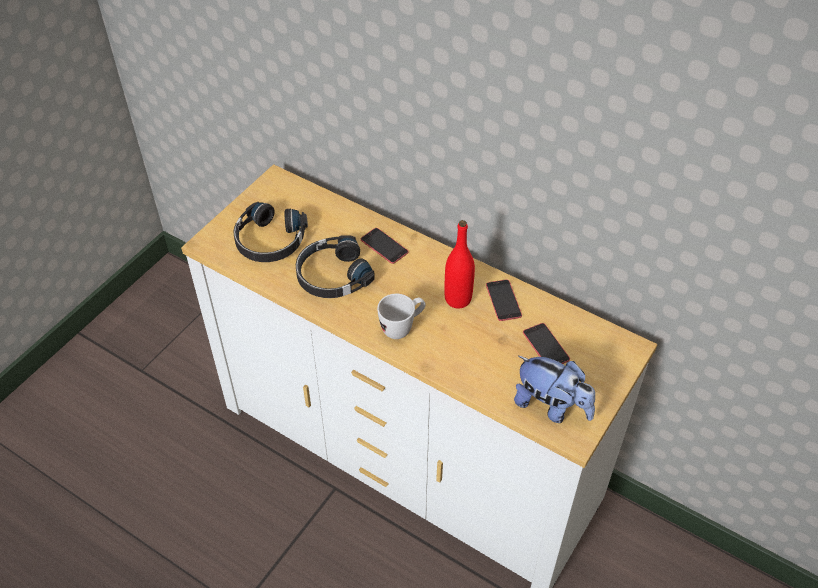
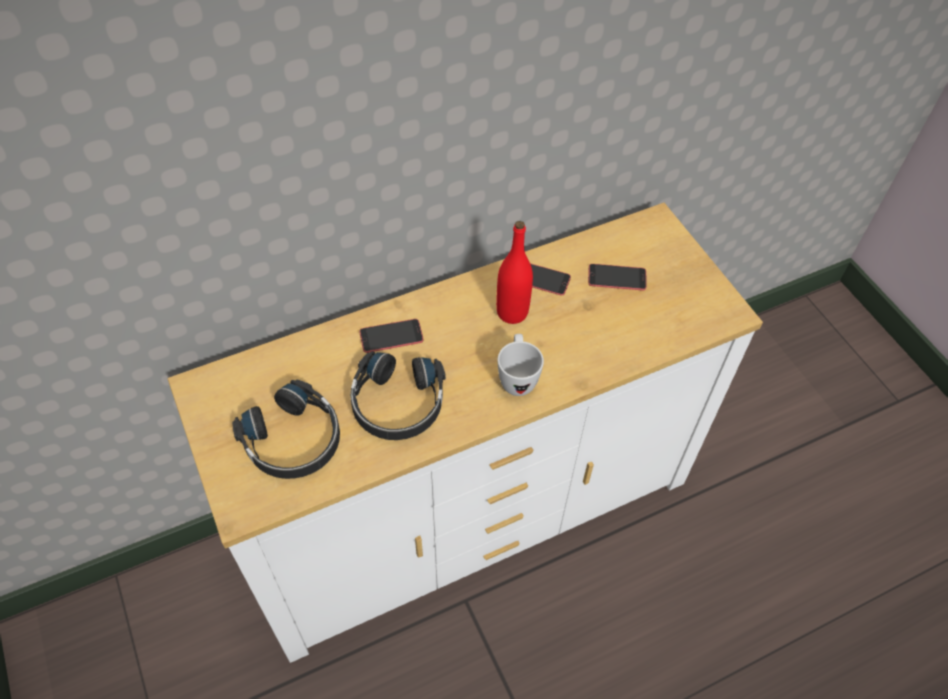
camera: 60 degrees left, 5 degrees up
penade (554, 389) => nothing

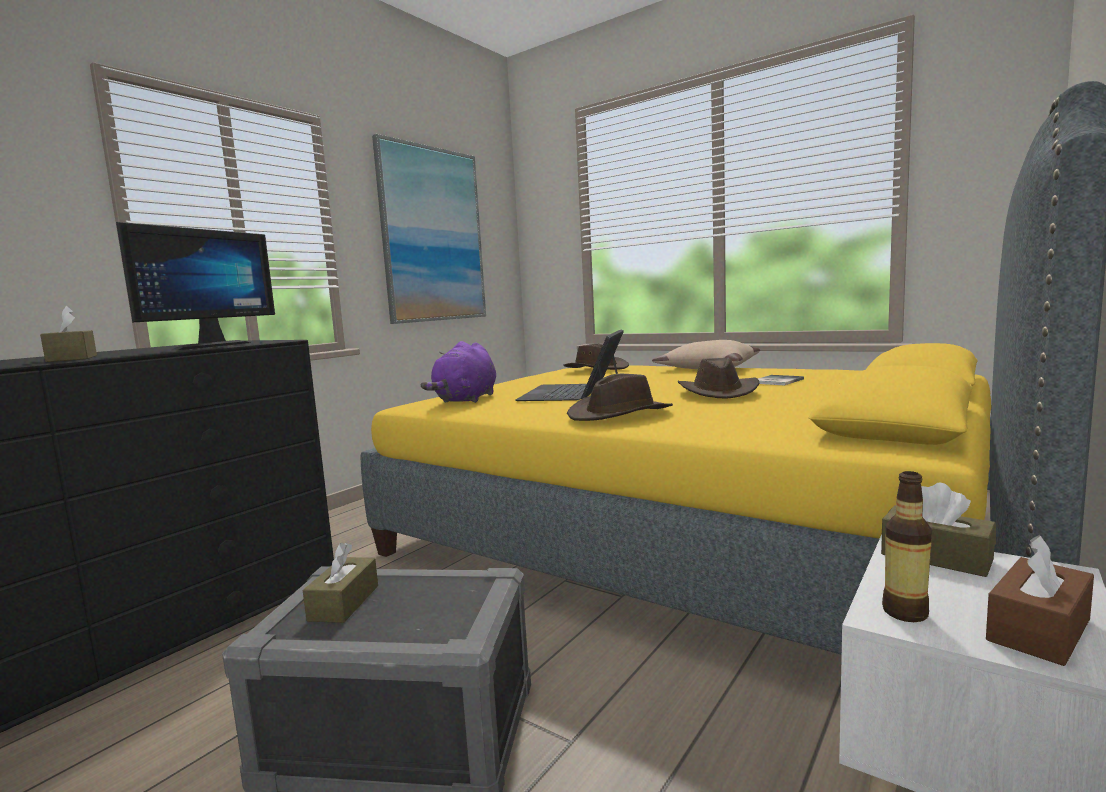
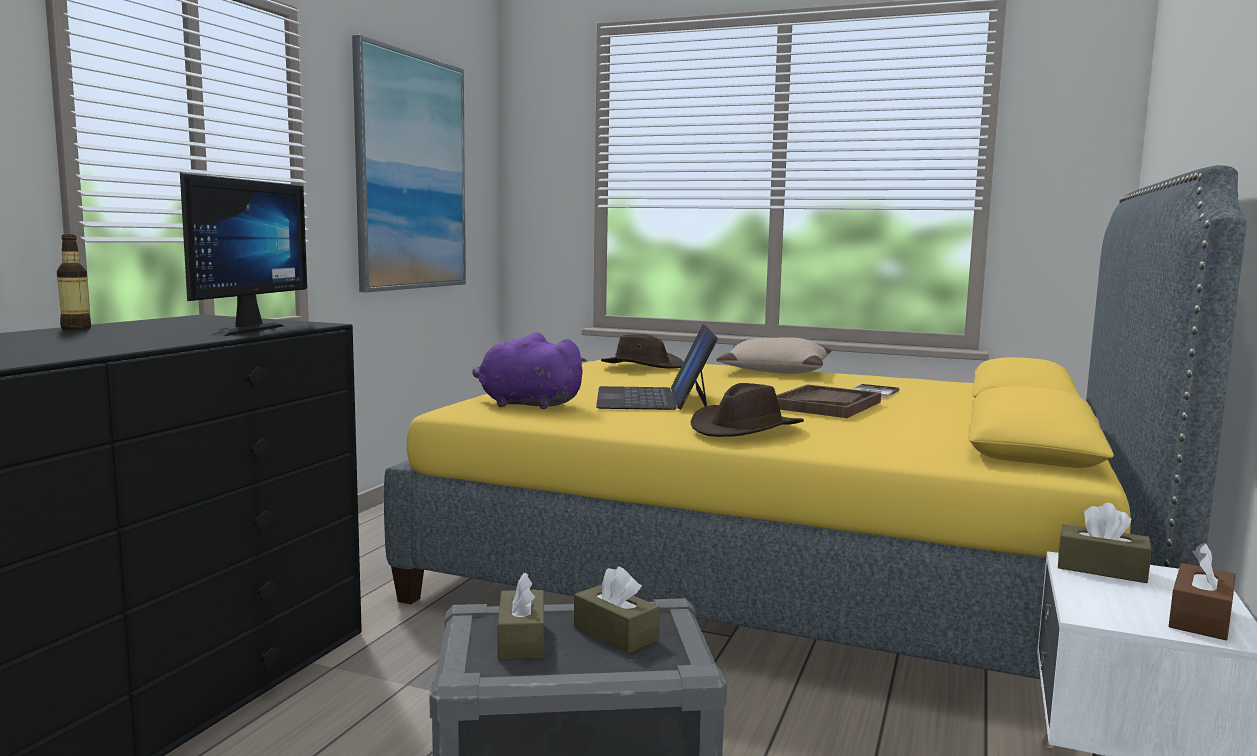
camera: 15 degrees left, 0 degrees up
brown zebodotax (68, 334) => brown zebodotax (617, 609), move
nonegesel (907, 546) => nonegesel (74, 282), move
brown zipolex (719, 378) => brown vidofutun (828, 401)
purple penade (458, 372) => purple penade (529, 370), 105 degrees clockwise

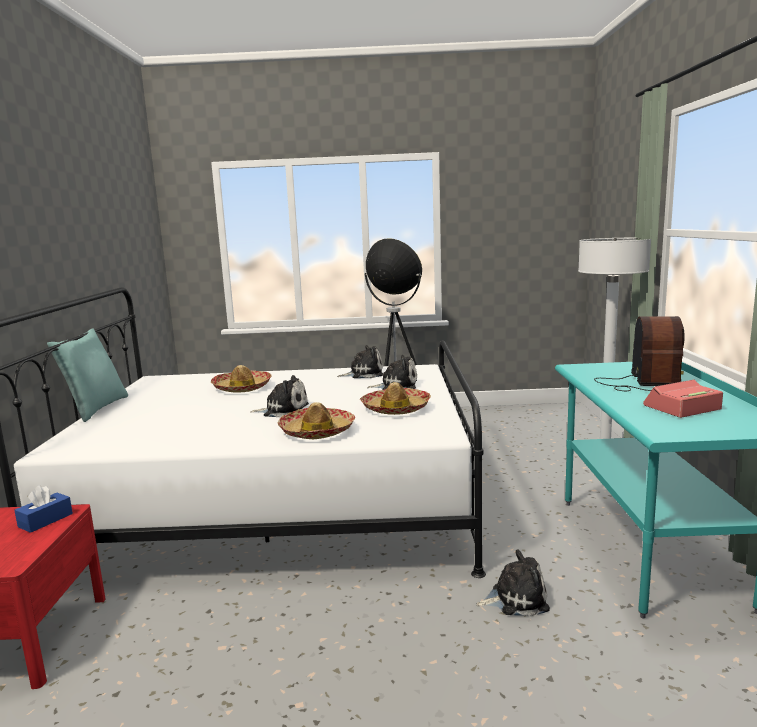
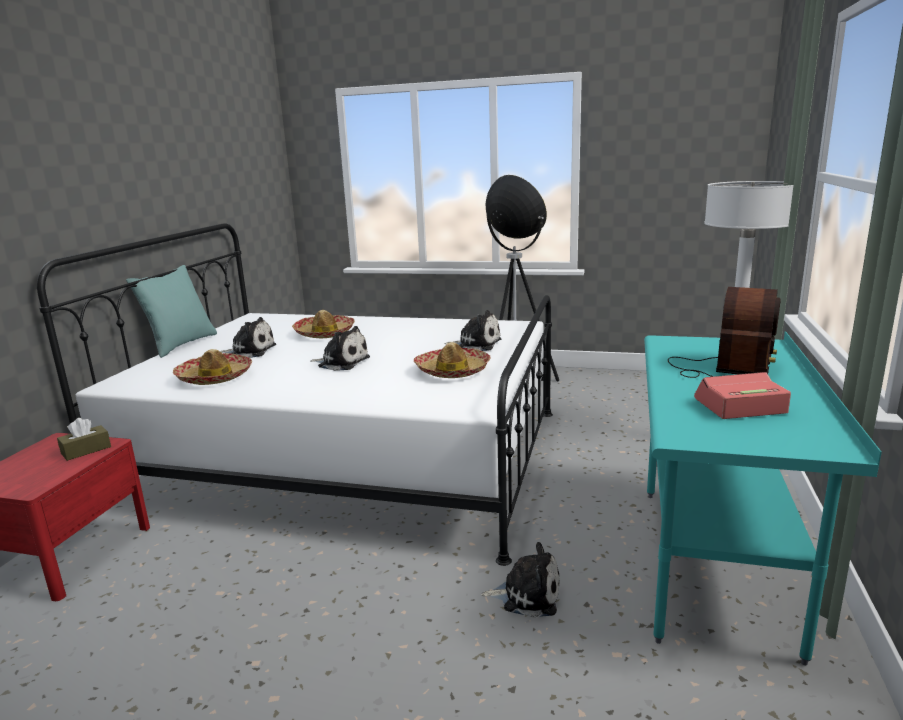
camera: 15 degrees right, 5 degrees up
zipolex (316, 420) => zipolex (212, 367), move
penade (360, 361) => penade (248, 337), move
blue zebodotax (43, 509) => brown zebodotax (84, 439)

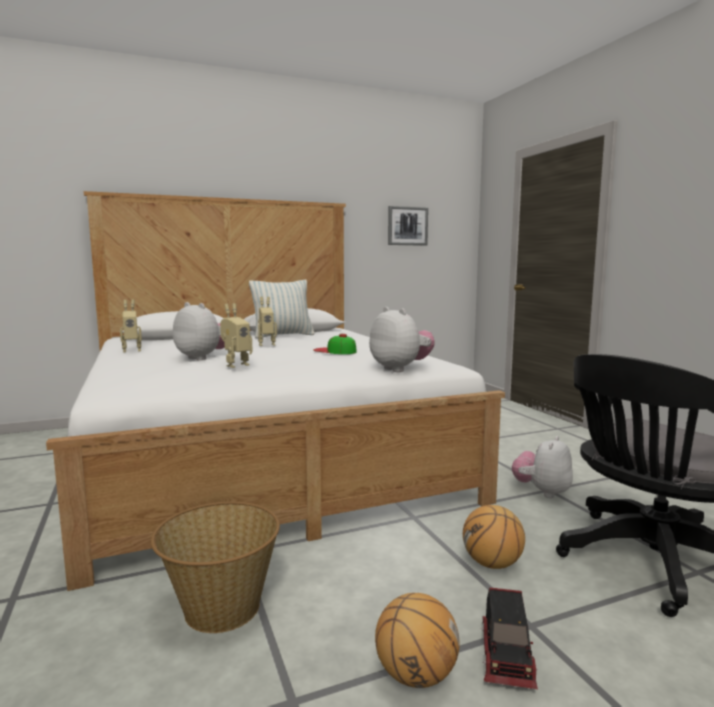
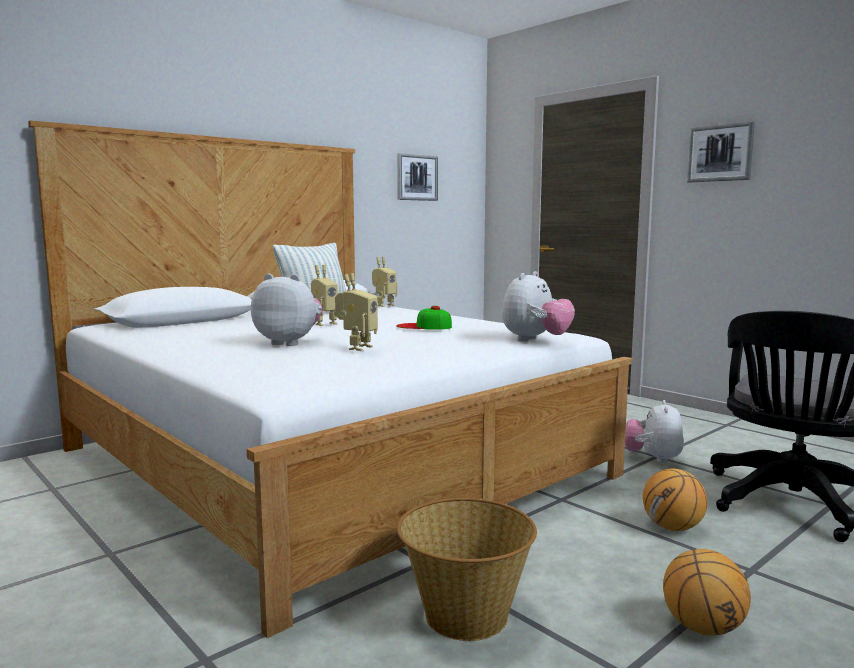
camera: 20 degrees left, 0 degrees up
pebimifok (509, 638) => nothing
nothing => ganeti (721, 151)
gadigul (131, 325) => gadigul (385, 282), move
penade (402, 339) => penade (538, 306), 90 degrees clockwise

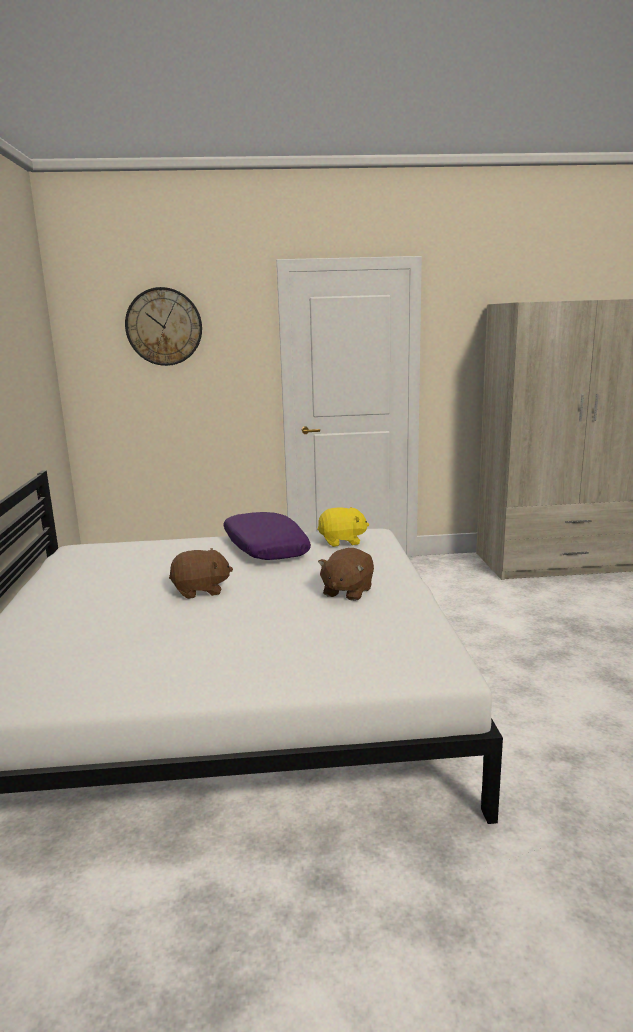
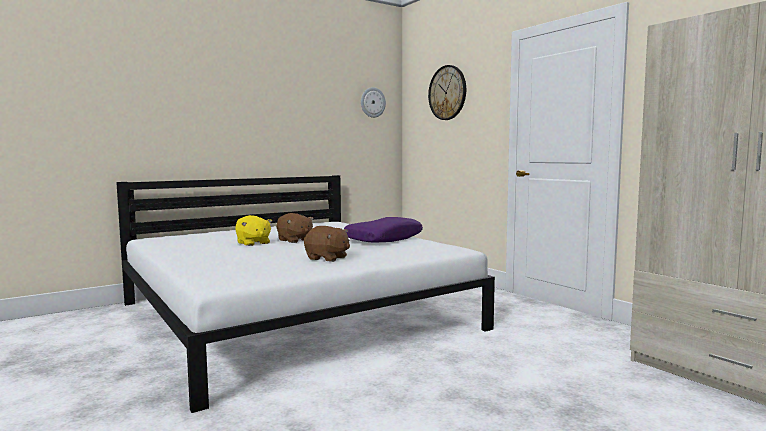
camera: 60 degrees right, 10 degrees down
nothing => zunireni (373, 102)
yellow penade (343, 527) => yellow penade (253, 230), move
brown penade (346, 574) => brown penade (327, 244), 150 degrees counterclockwise

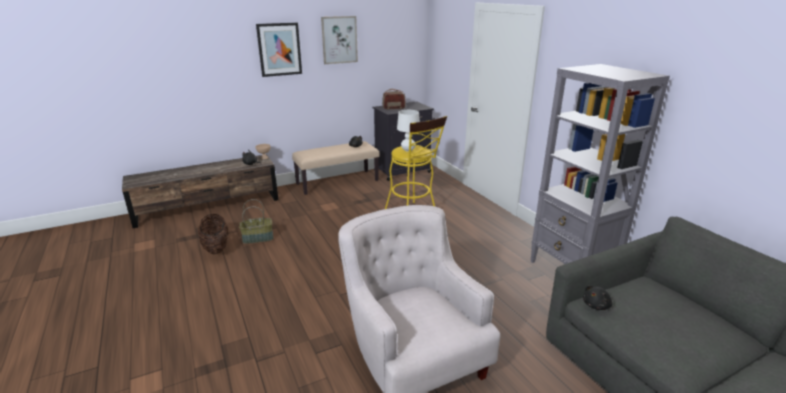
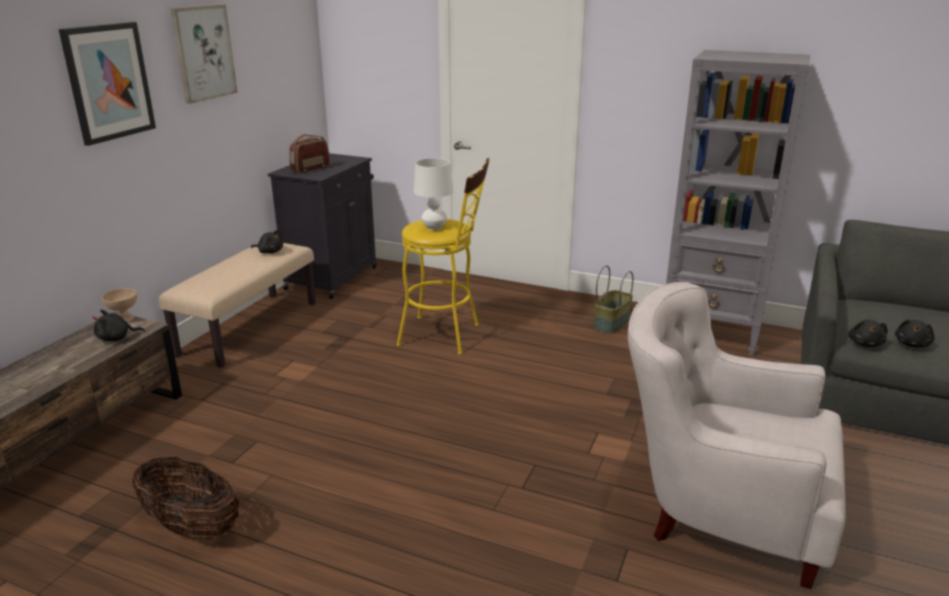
camera: 40 degrees left, 0 degrees up
nothing => black penade (915, 333)
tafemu (256, 221) => tafemu (613, 299), move

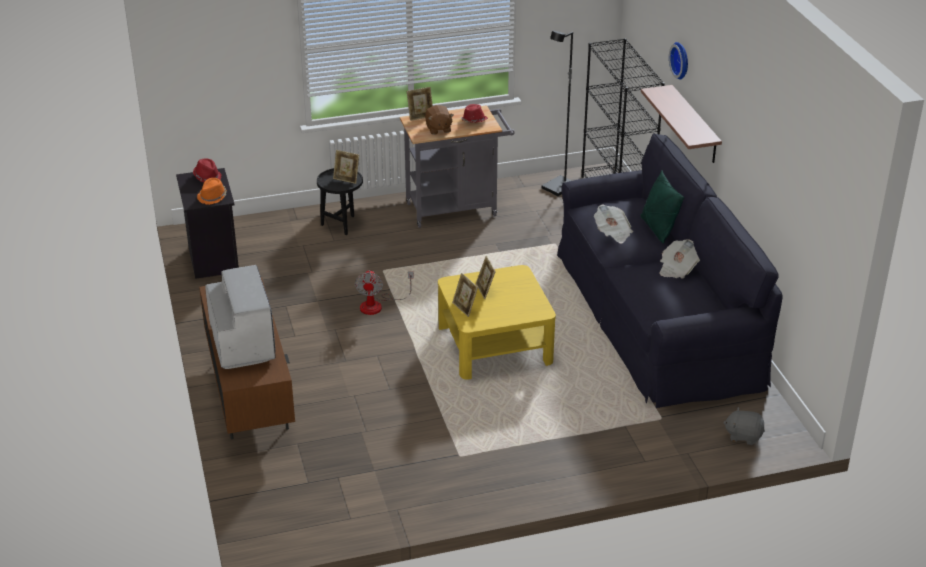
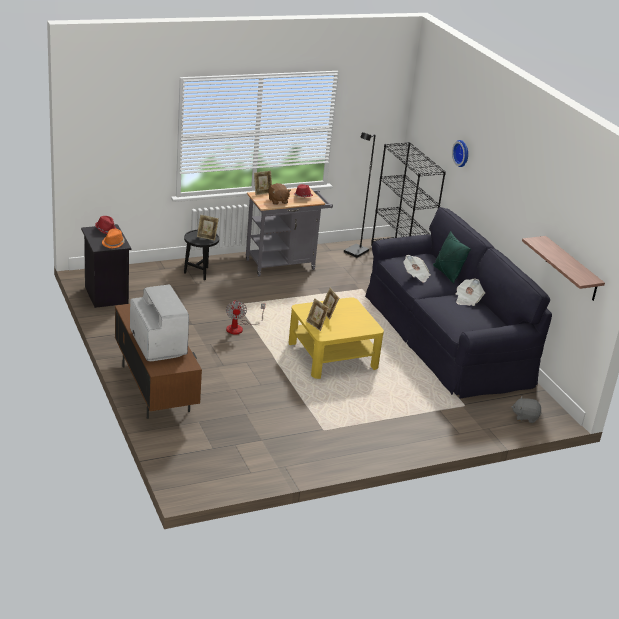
camera: 10 degrees left, 5 degrees down
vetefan (681, 124) => vetefan (563, 268), move

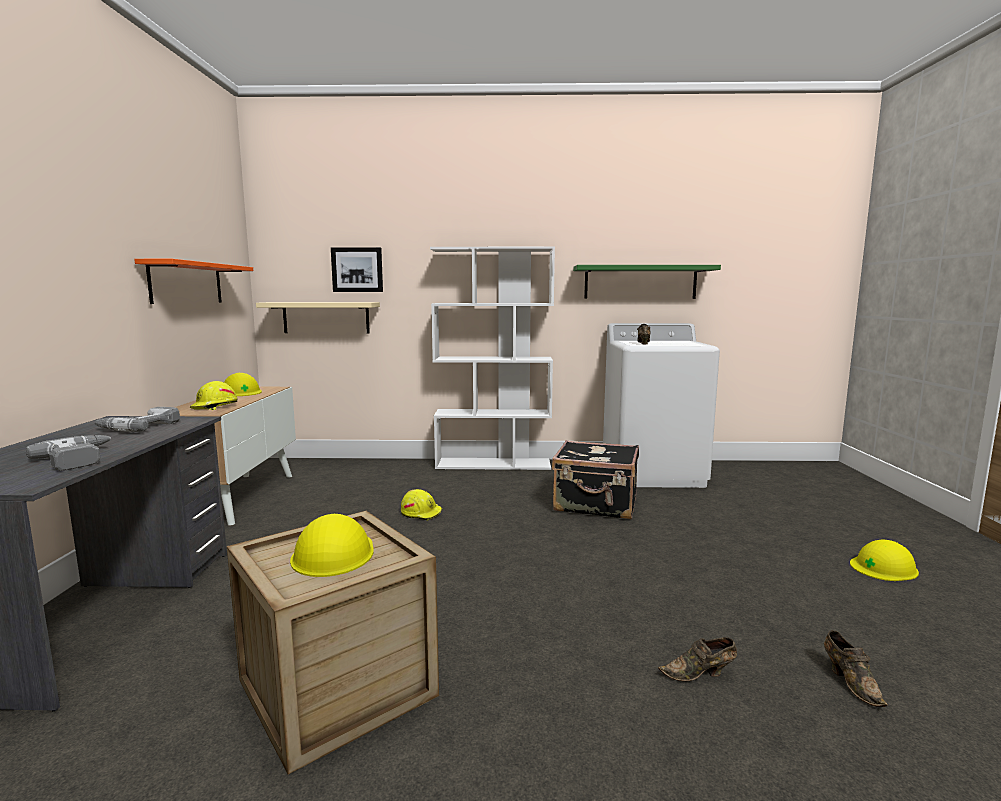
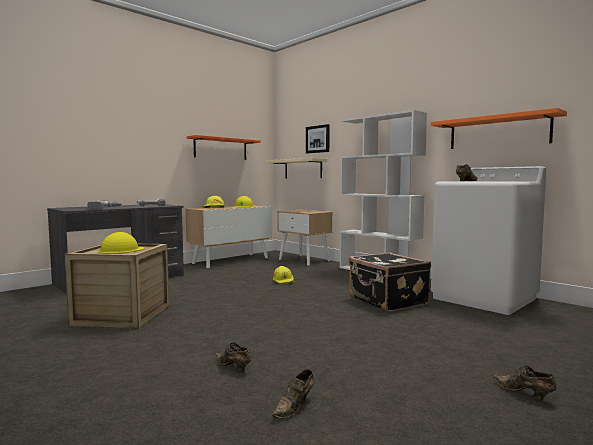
camera: 45 degrees right, 5 degrees down
nothing => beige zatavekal (305, 238)
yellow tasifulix (884, 560) => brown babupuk (525, 382)
green vetefan (647, 282) => orange vetefan (499, 128)

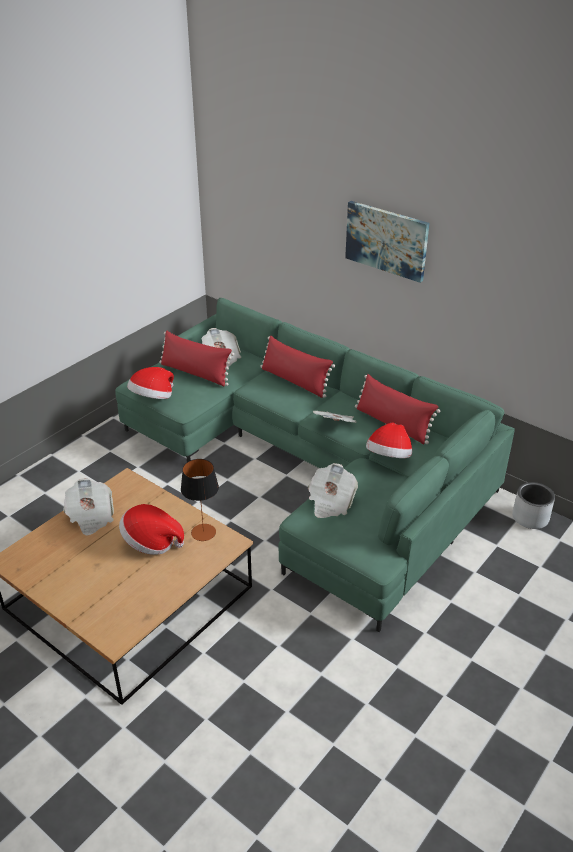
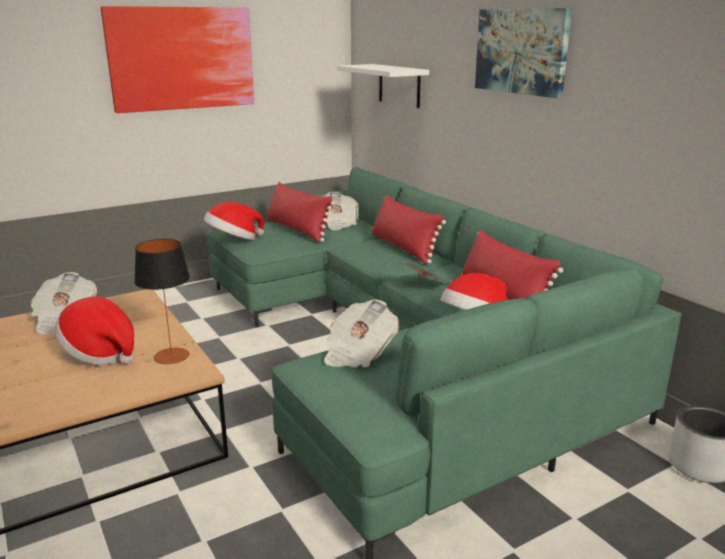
camera: 20 degrees right, 15 degrees down
nothing => ganeti (177, 59)
nothing => white vetefan (383, 86)

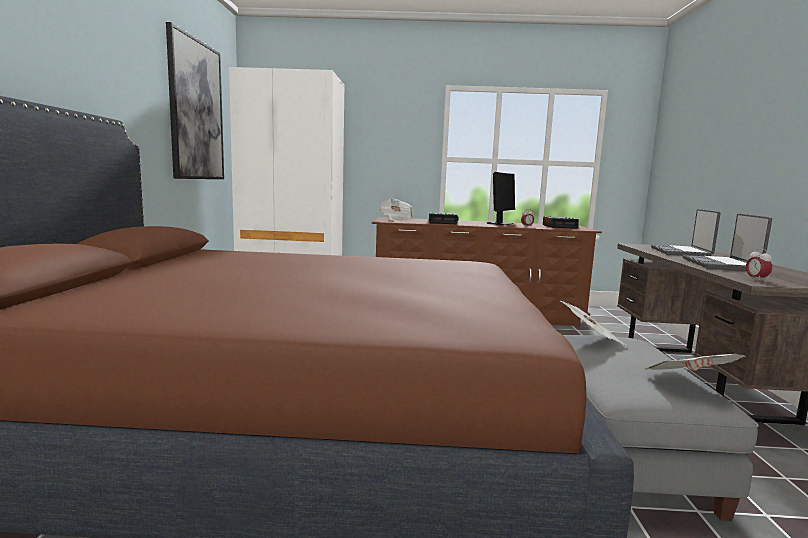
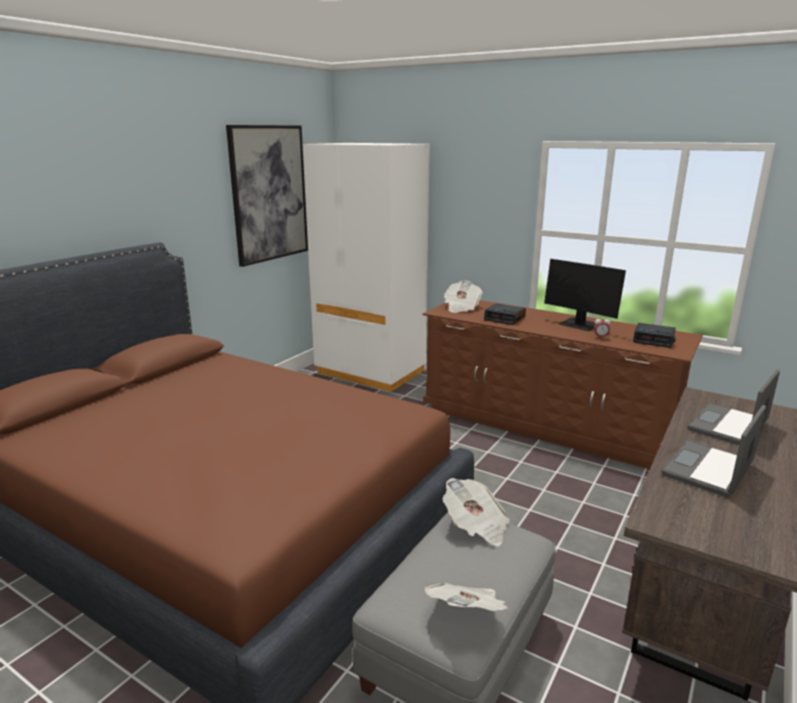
camera: 30 degrees right, 10 degrees up
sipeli (759, 264) => nothing
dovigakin (501, 198) => dovigakin (585, 295), 75 degrees clockwise

